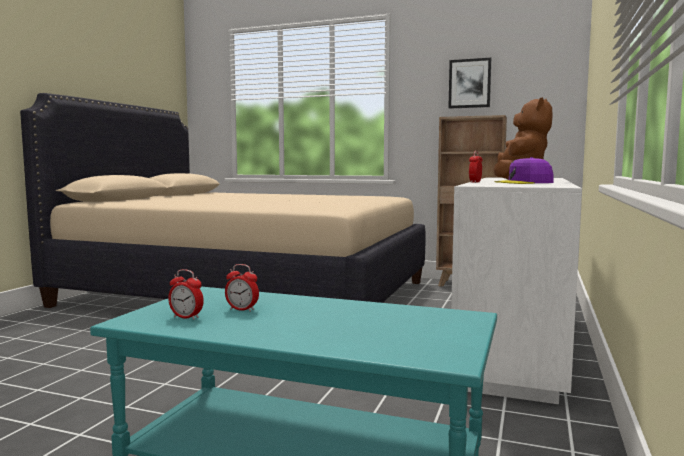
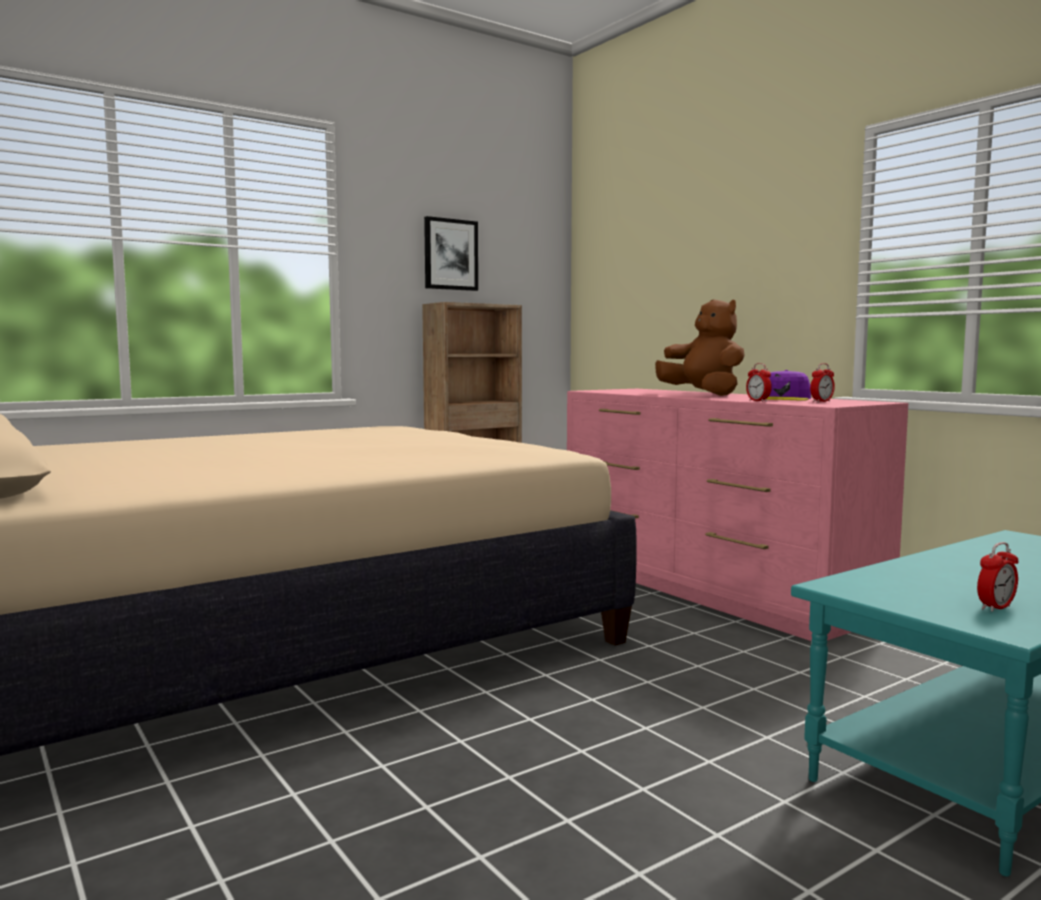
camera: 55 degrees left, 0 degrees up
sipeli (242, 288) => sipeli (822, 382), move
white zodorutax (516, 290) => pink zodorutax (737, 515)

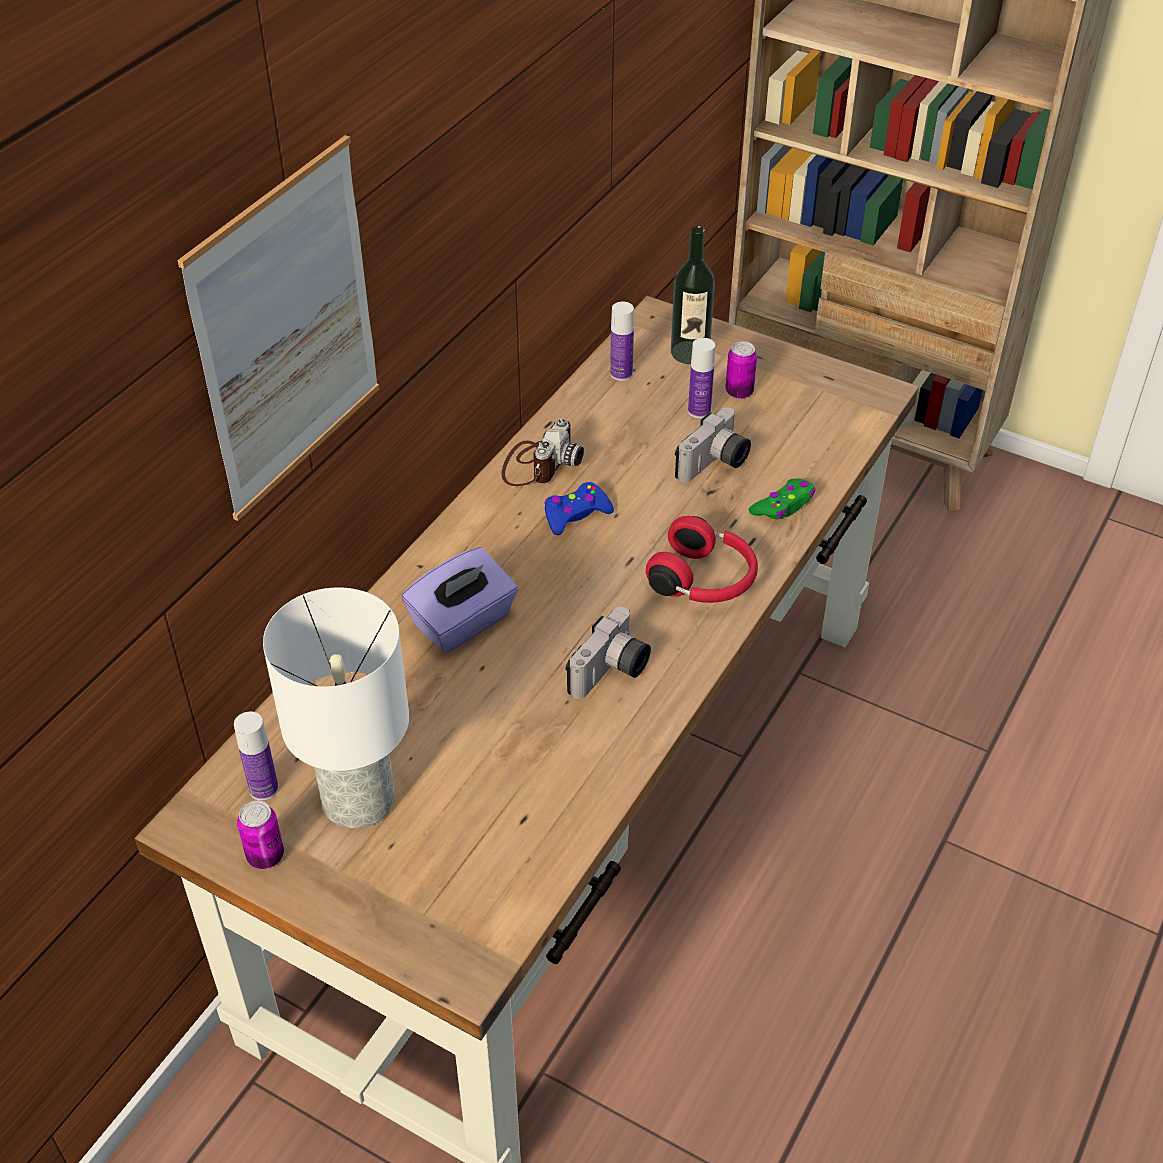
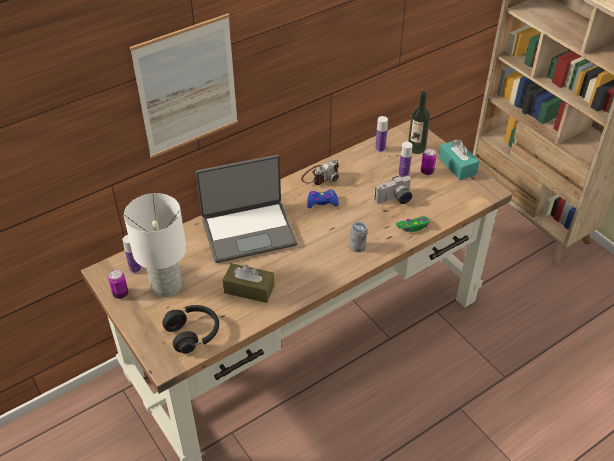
camera: 25 degrees right, 0 degrees up
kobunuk (608, 653) => nothing
nothing => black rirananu (190, 329)
nothing => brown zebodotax (248, 283)
nothing => turquoise zebodotax (459, 159)
purple zebodotax (460, 600) => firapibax (246, 209)
red rirananu (702, 559) => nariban (358, 237)

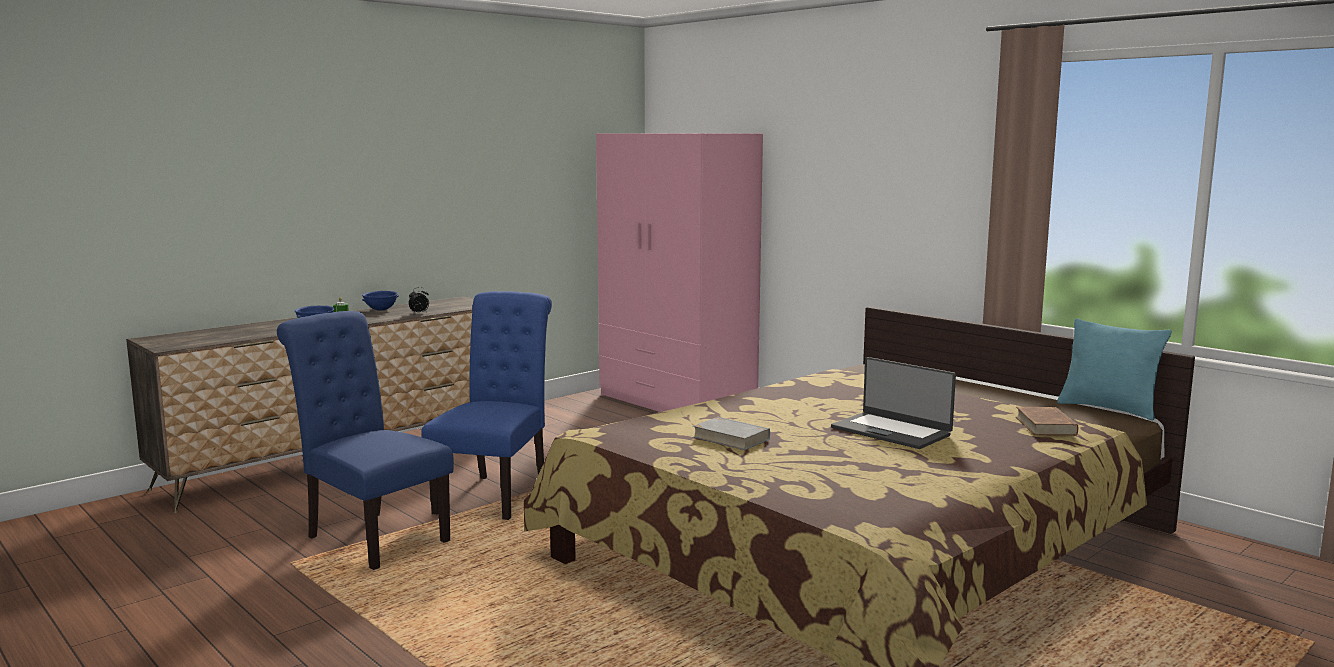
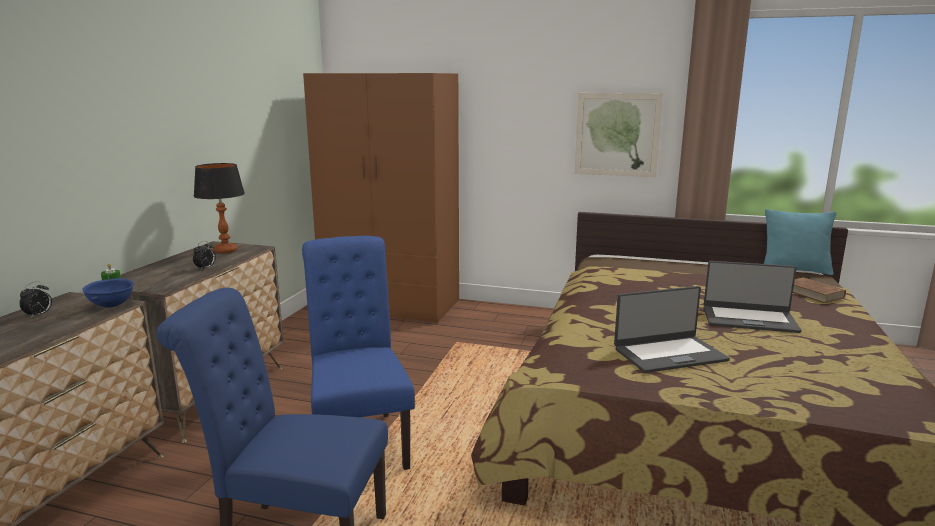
camera: 30 degrees left, 5 degrees up
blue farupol (380, 301) => nothing
nothing => sipeli (35, 300)
nothing => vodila (219, 208)
nothing => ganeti (619, 135)
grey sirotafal (731, 433) => firapibax (672, 329)
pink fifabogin (679, 273) => brown fifabogin (381, 198)

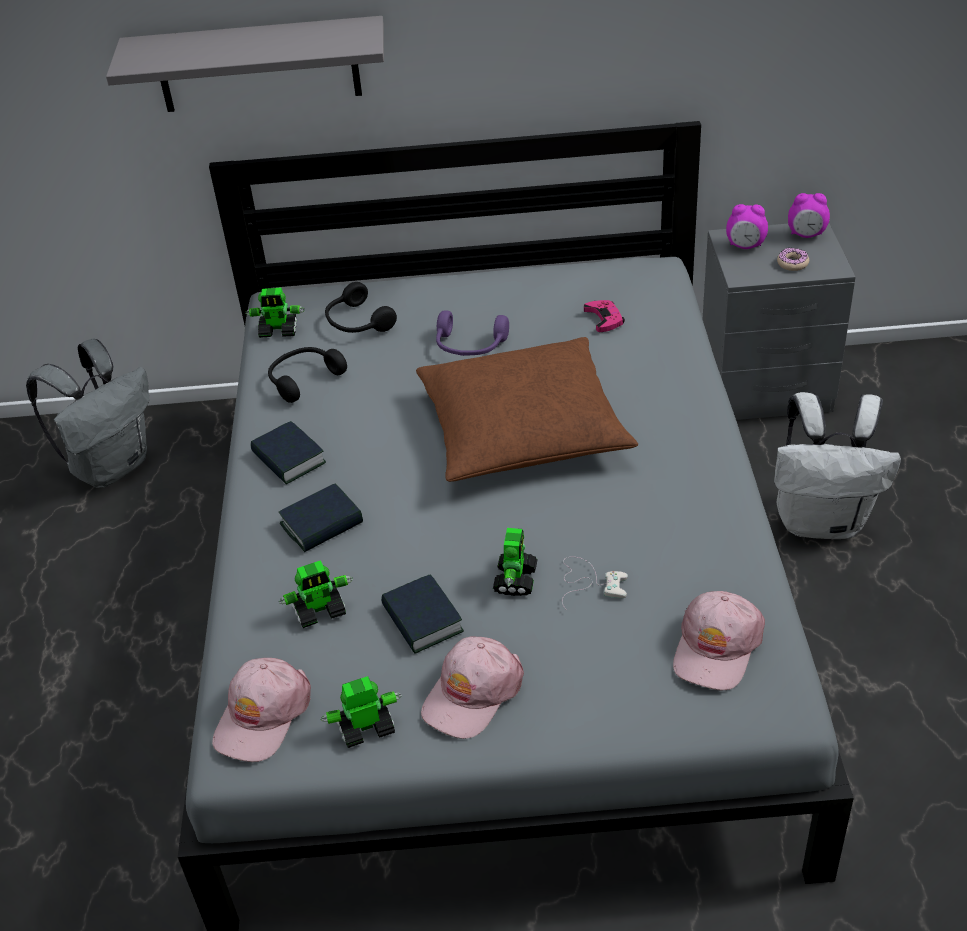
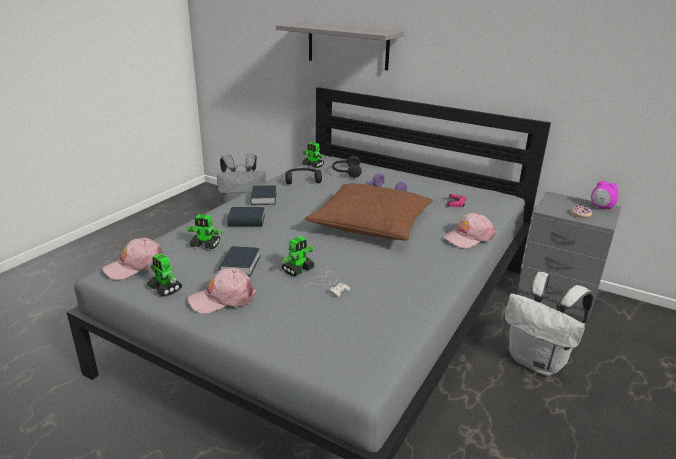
camera: 30 degrees right, 15 degrees down
sipeli (747, 226) => nothing
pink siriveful (719, 641) => pink siriveful (469, 231), move
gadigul (361, 712) => gadigul (164, 275), 150 degrees counterclockwise

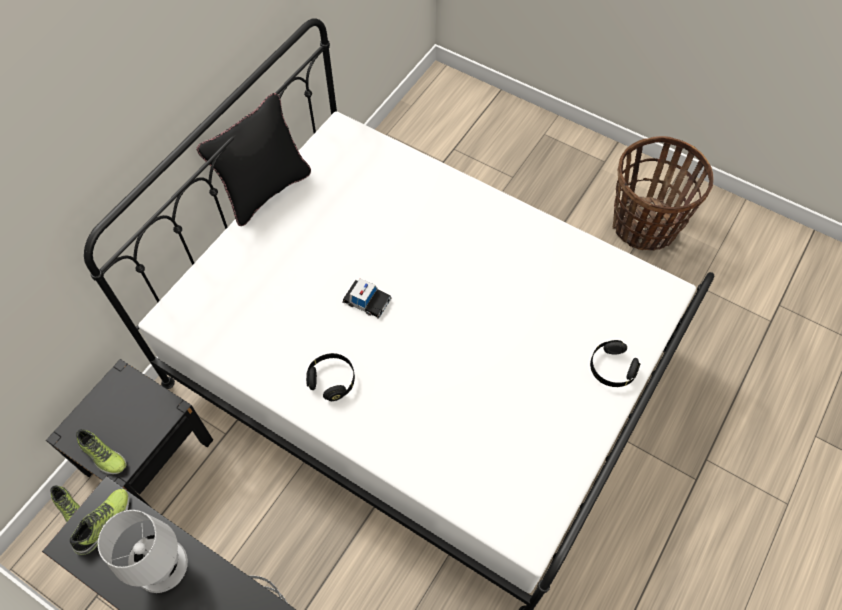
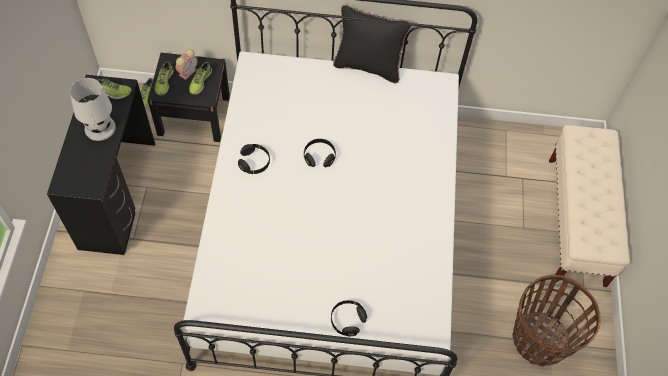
camera: 60 degrees right, 0 degrees up
nothing => sipeli (186, 64)
nothing => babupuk (200, 78)
nothing => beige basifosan (589, 206)
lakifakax (367, 299) => black rirananu (320, 153)

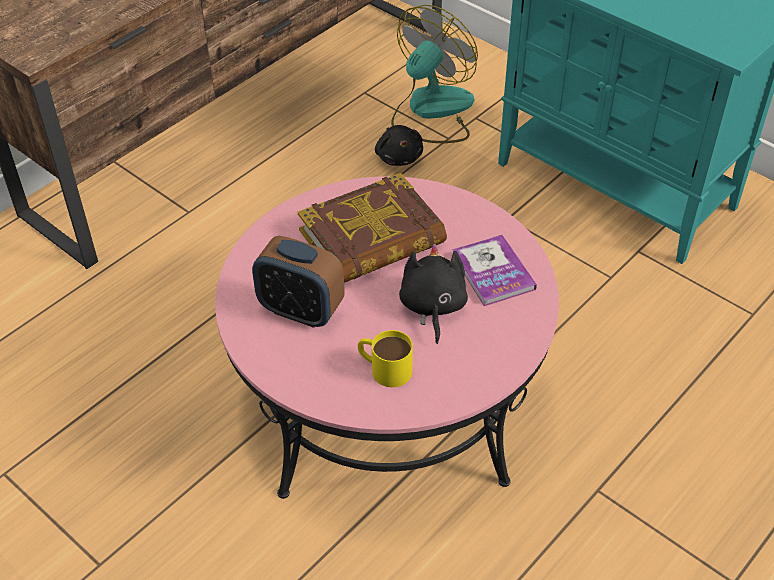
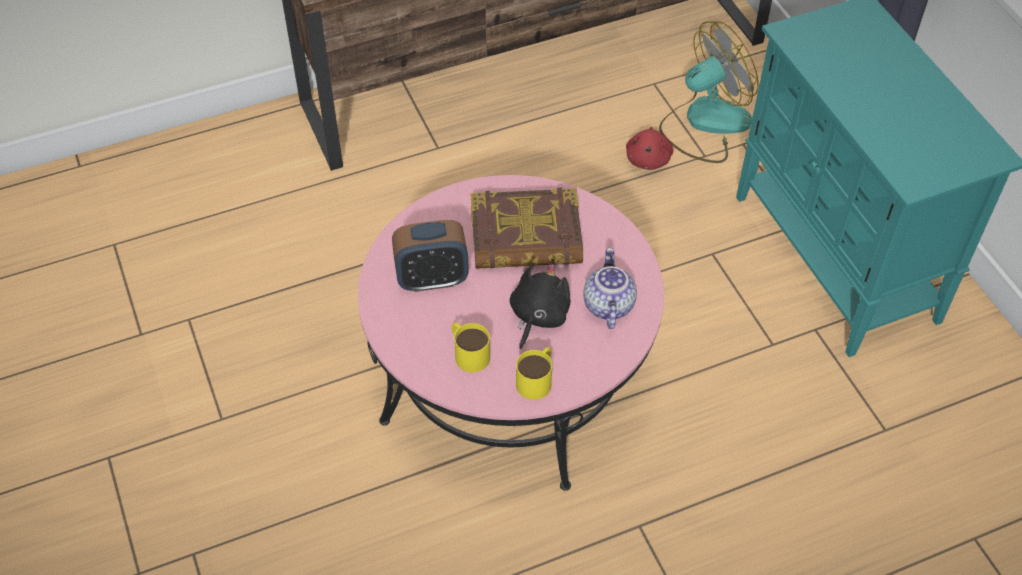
camera: 25 degrees right, 5 degrees up
nothing => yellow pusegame (534, 373)
sirotafal (494, 270) => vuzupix (610, 288)
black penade (399, 145) => red penade (650, 148)
sipeli (298, 282) => sipeli (430, 256), 60 degrees counterclockwise

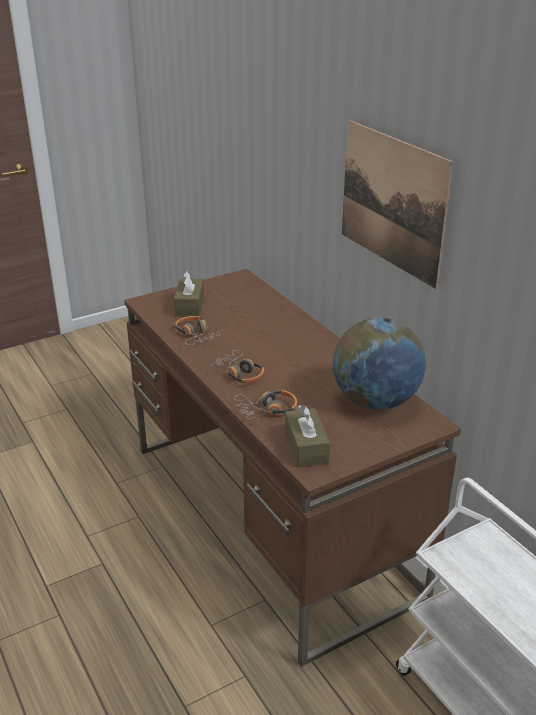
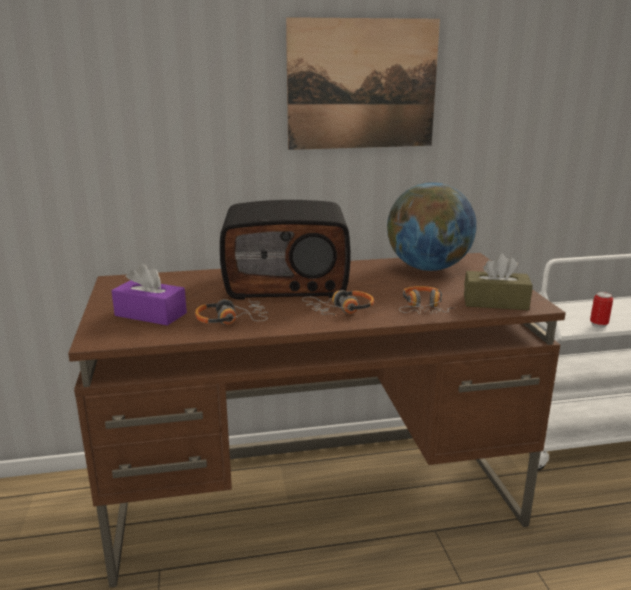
camera: 70 degrees left, 10 degrees down
nothing => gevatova (285, 250)
nothing => nariban (601, 310)
brown zebodotax (189, 294) => purple zebodotax (149, 295)

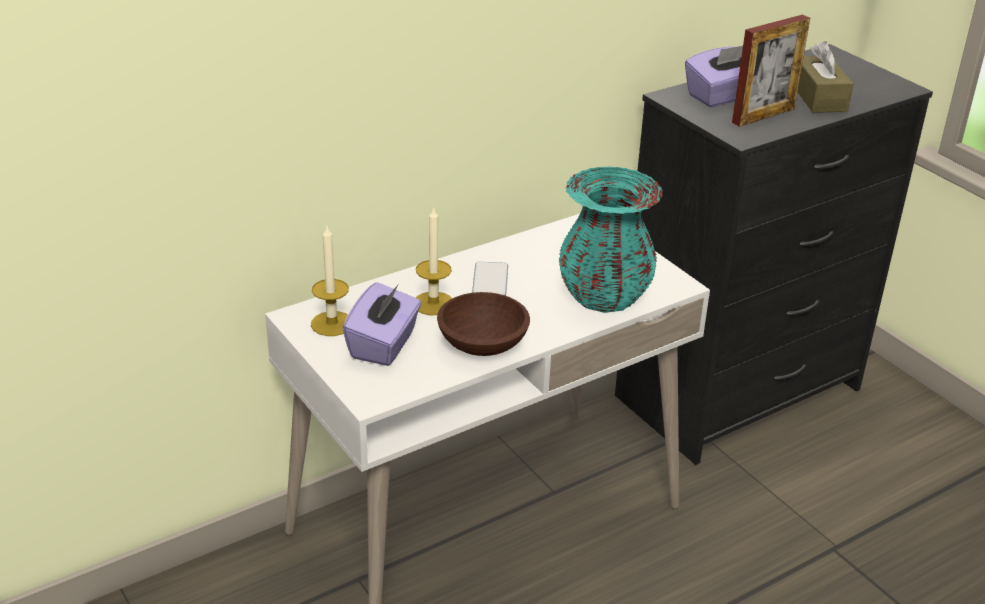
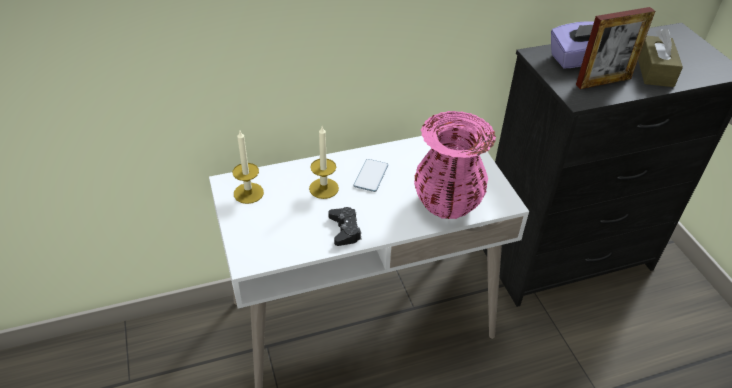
camera: 15 degrees right, 10 degrees up
purple zebodotax (382, 324) => nothing
brown farupol (483, 324) => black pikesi (345, 226)
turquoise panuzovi (611, 240) => pink panuzovi (455, 165)

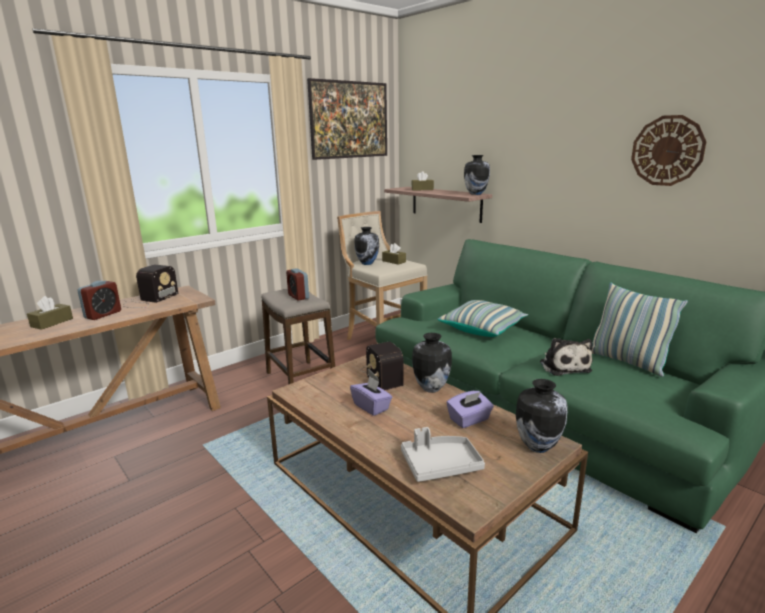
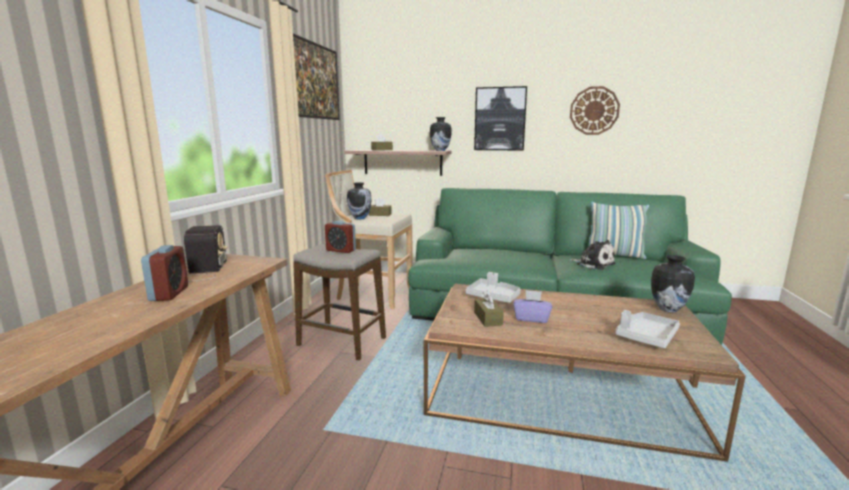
camera: 35 degrees left, 5 degrees down
panuzovi (432, 363) => nothing
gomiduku (482, 318) => nothing
purple zebodotax (470, 409) => nothing
nothing => ganeti (500, 118)
brown zebodotax (50, 313) => brown zebodotax (489, 309), move
gevatova (382, 365) => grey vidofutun (493, 287)

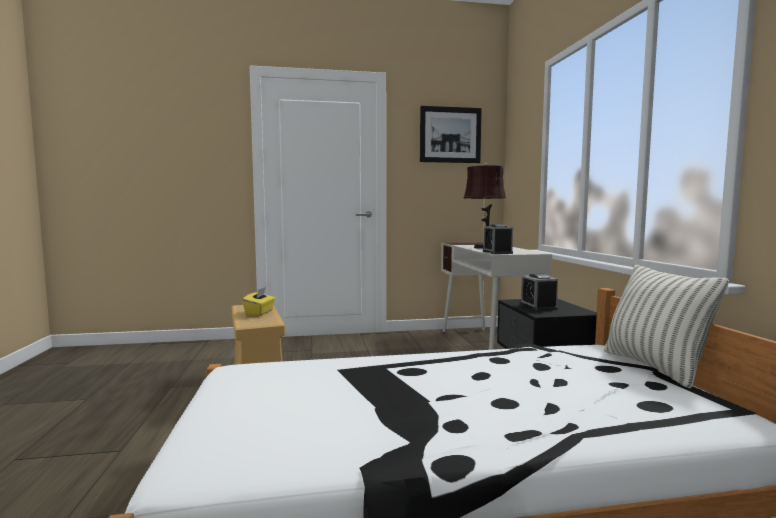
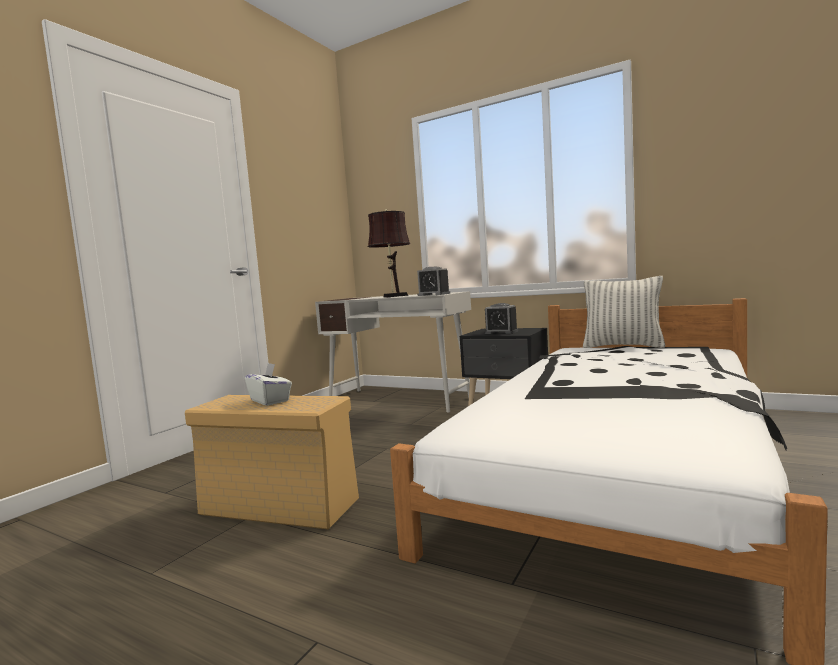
camera: 50 degrees left, 0 degrees up
ganeti (451, 134) => nothing
yellow zebodotax (258, 301) => white zebodotax (268, 384)

